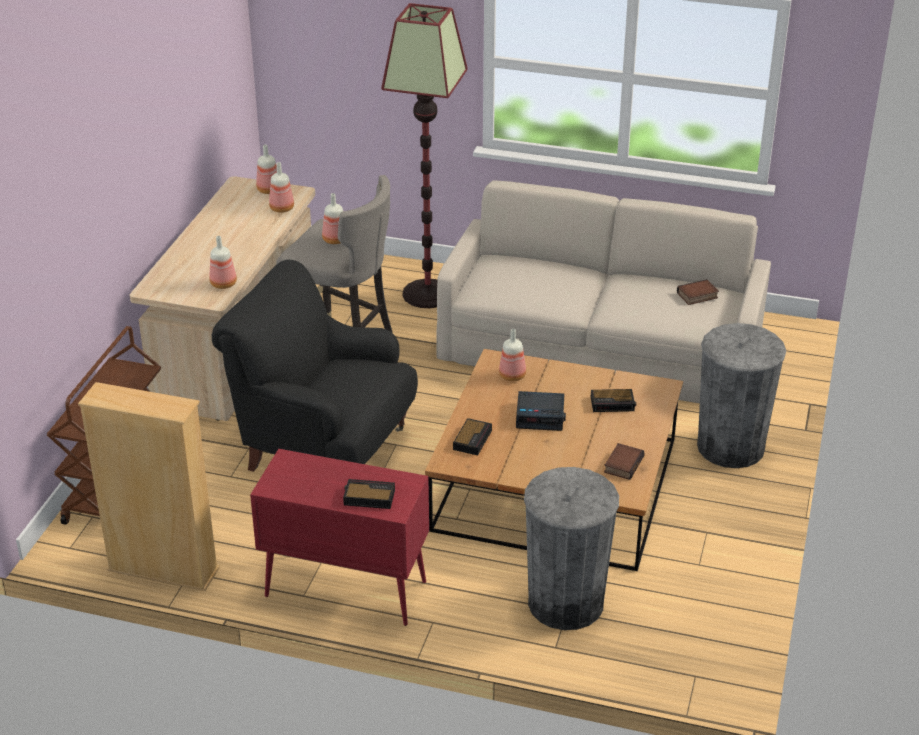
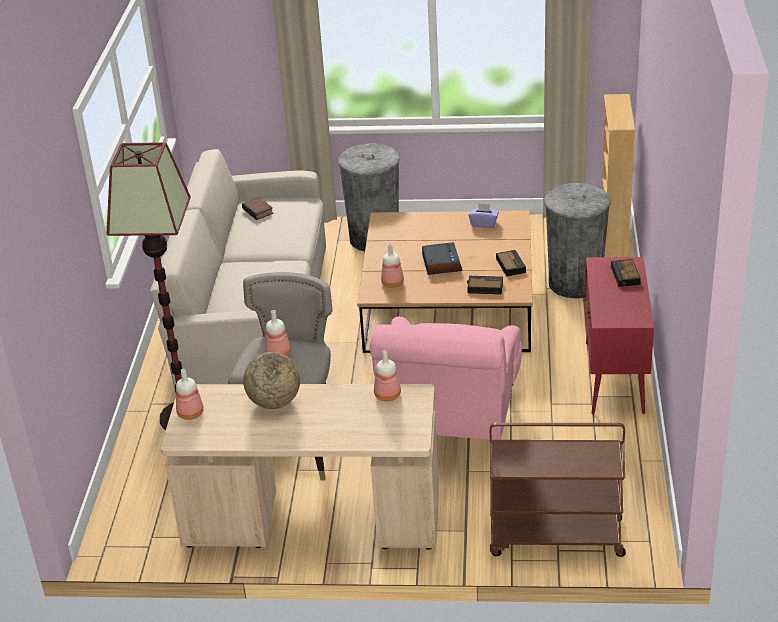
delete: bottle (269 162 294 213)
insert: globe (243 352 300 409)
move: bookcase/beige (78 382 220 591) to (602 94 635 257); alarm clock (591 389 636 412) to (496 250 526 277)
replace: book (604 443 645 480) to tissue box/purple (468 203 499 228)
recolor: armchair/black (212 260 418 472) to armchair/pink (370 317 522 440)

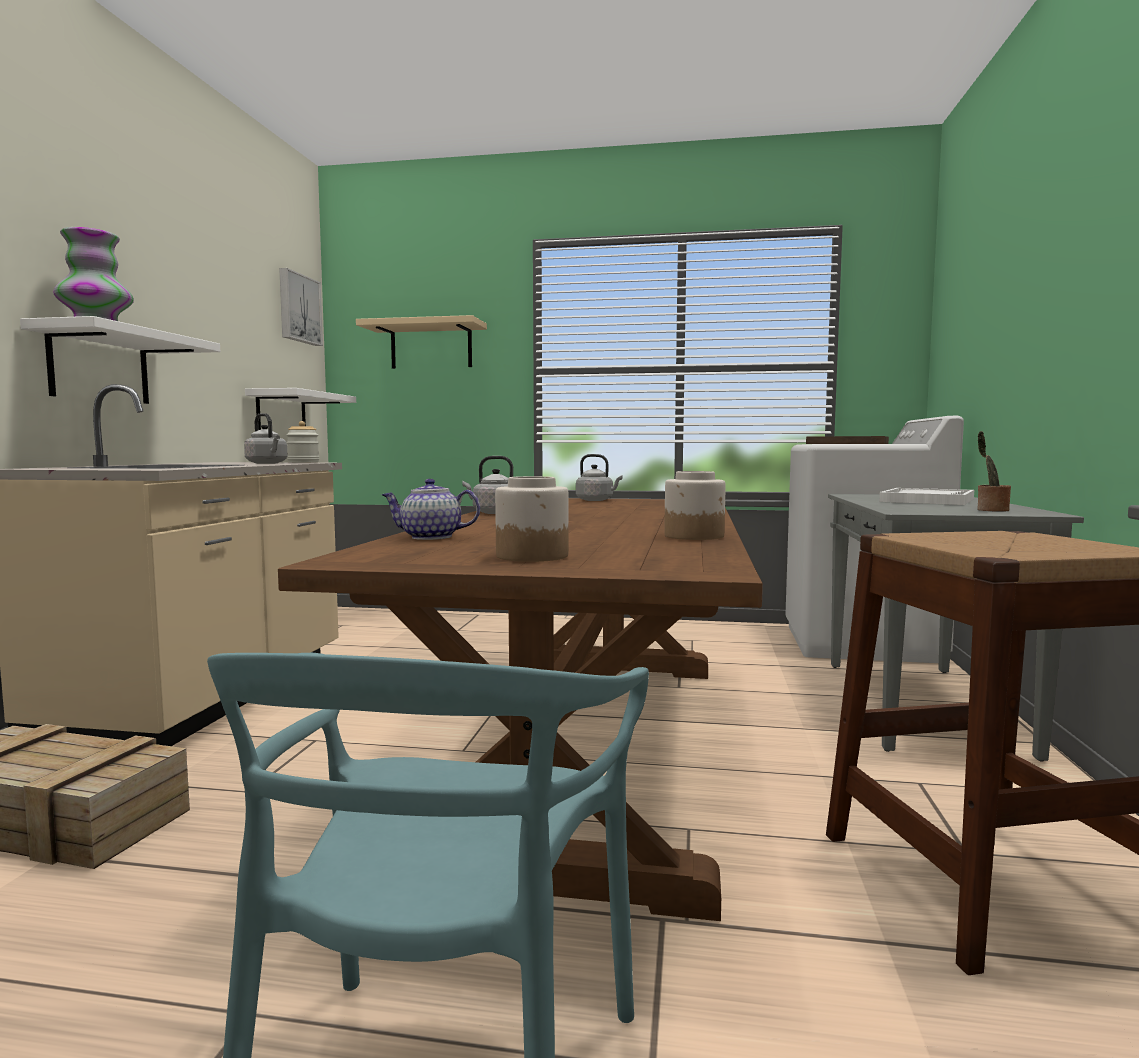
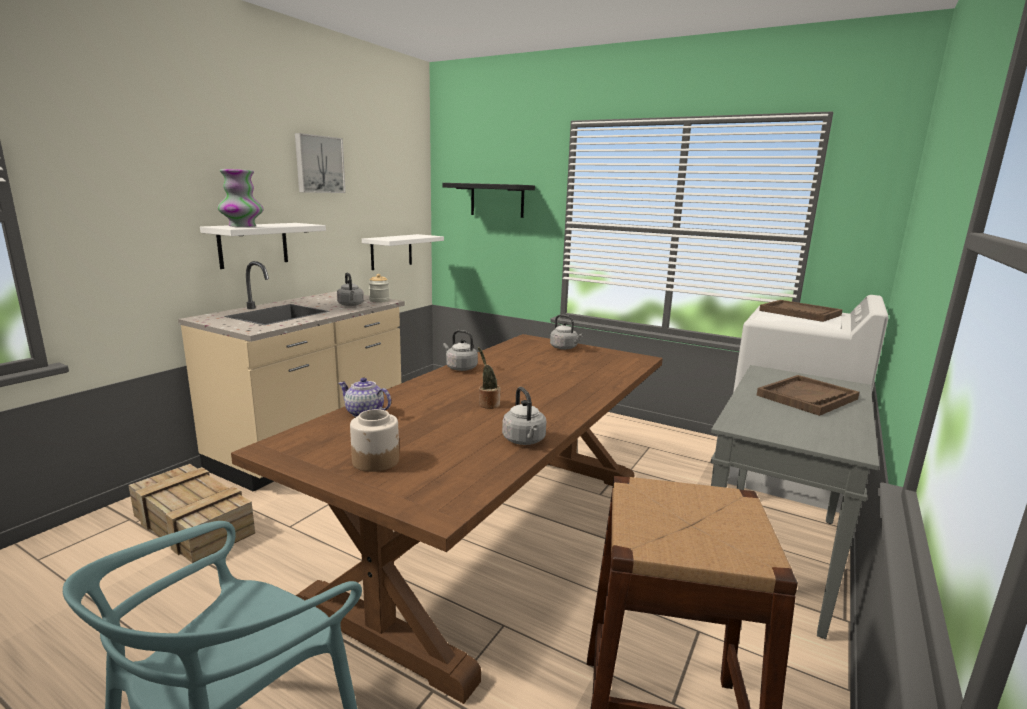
move: picture (279 268 323 346) to (295 133 346 193); potted plant (977 431 1011 512) to (478 347 501 409)
replace: jar (664 471 726 540) to kettle/grey (502 387 546 445)
recolor: shelf/beige (356 315 487 369) to shelf/black (443 183 535 218); tray/white (879 488 974 505) to tray/brown (757 375 860 416)

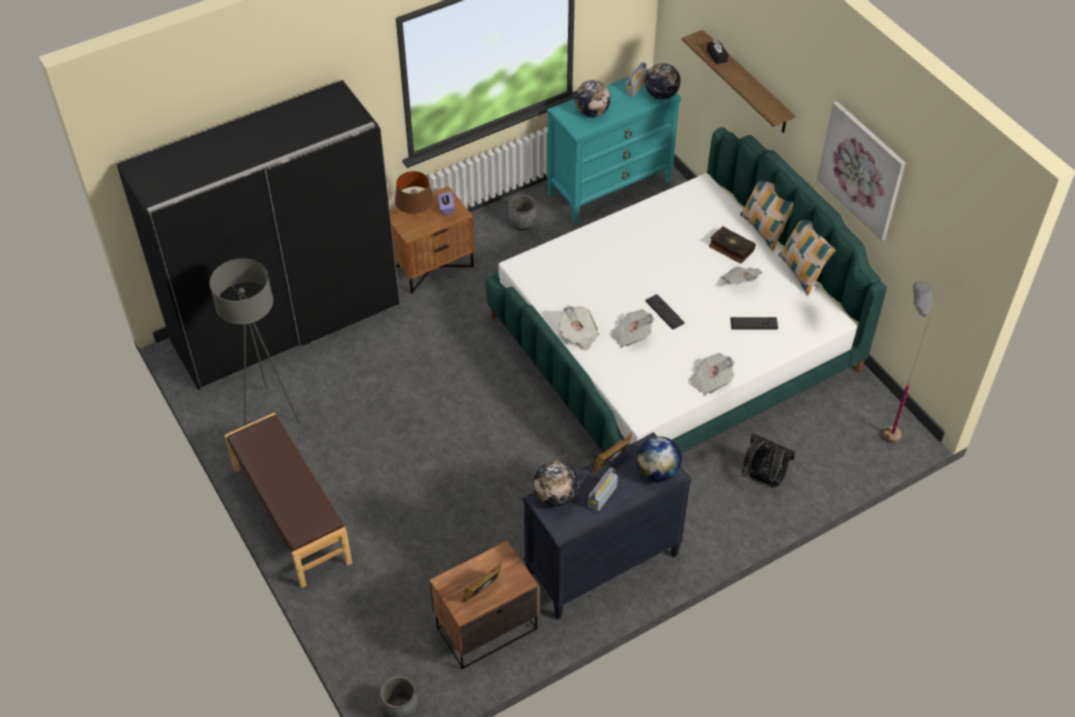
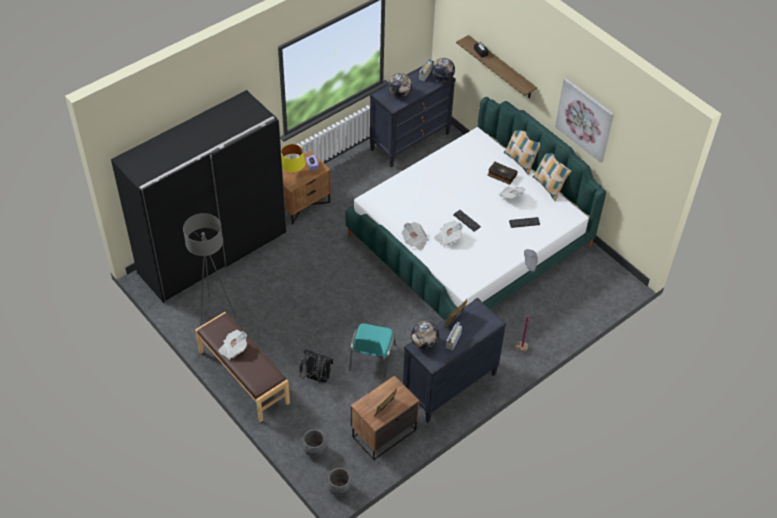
delete: globe (637 436 682 482)
insert: chair/turquoise (349 323 396 377)
move: planter/grey (508 194 536 231) to (303 429 326 457); newspaper (688 353 735 395) to (218 330 247 360); backpack/black (742 433 795 488) to (299 349 334 384); floor lamp/grey (884 281 934 442) to (516 249 538 352)
recolor: table lamp/brown (395 171 434 217) to table lamp/yellow (281 144 306 175); dresser/turquoise (547 69 681 224) to dresser/black (369 60 456 168)

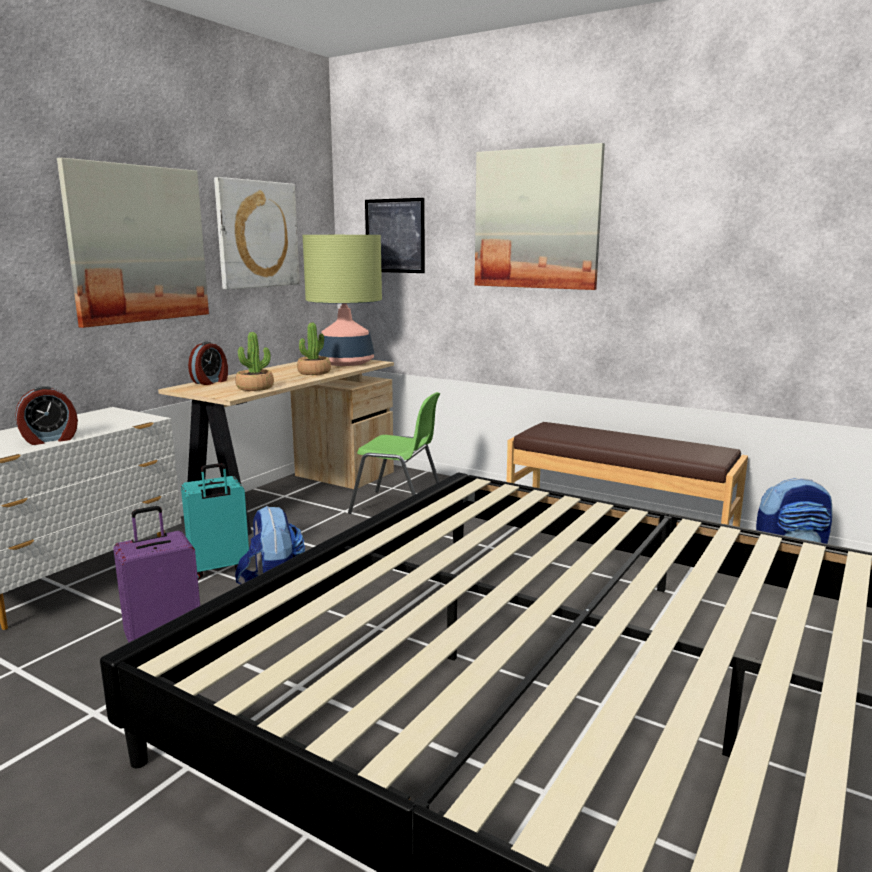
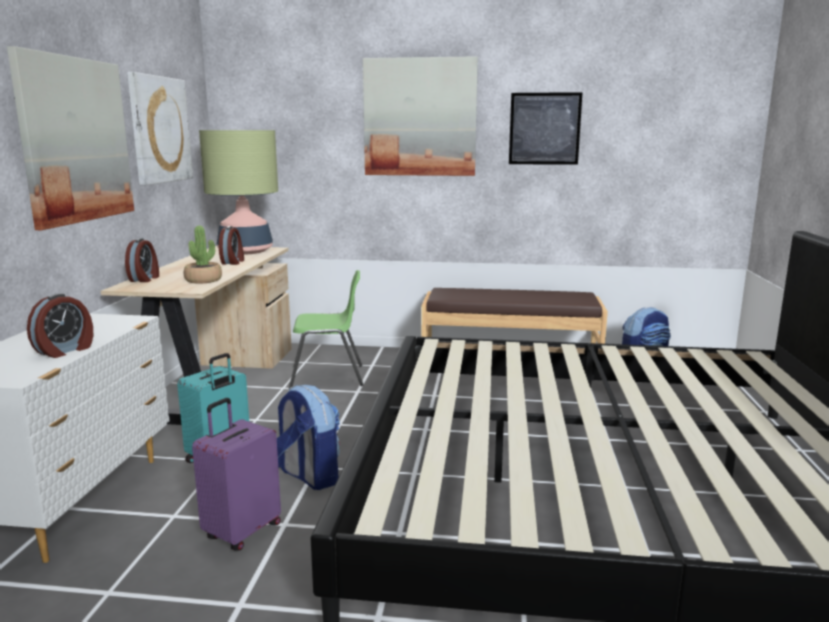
move: picture (365 198 425 273) to (509 92 582 165)
replace: potted plant (297 323 331 375) to alarm clock (219 226 244 265)

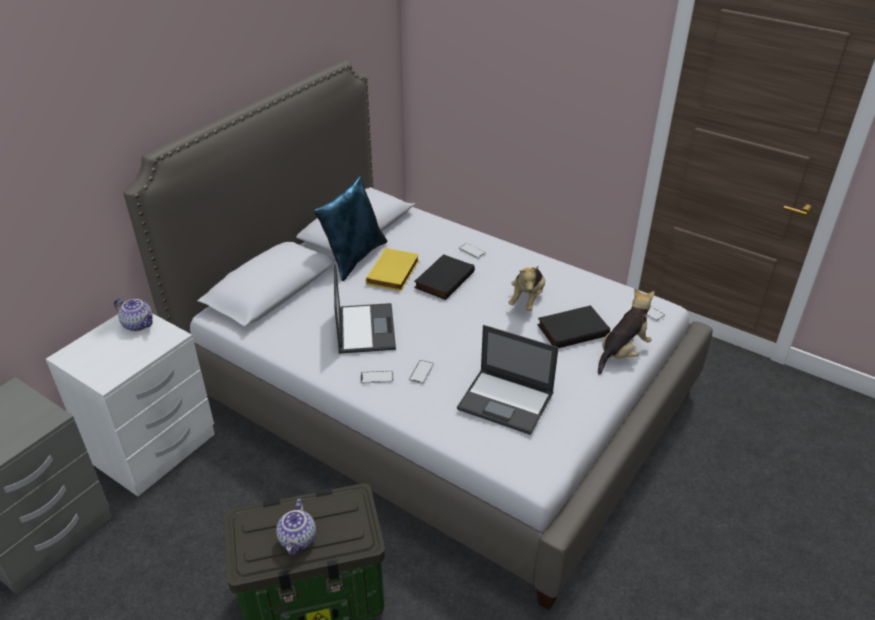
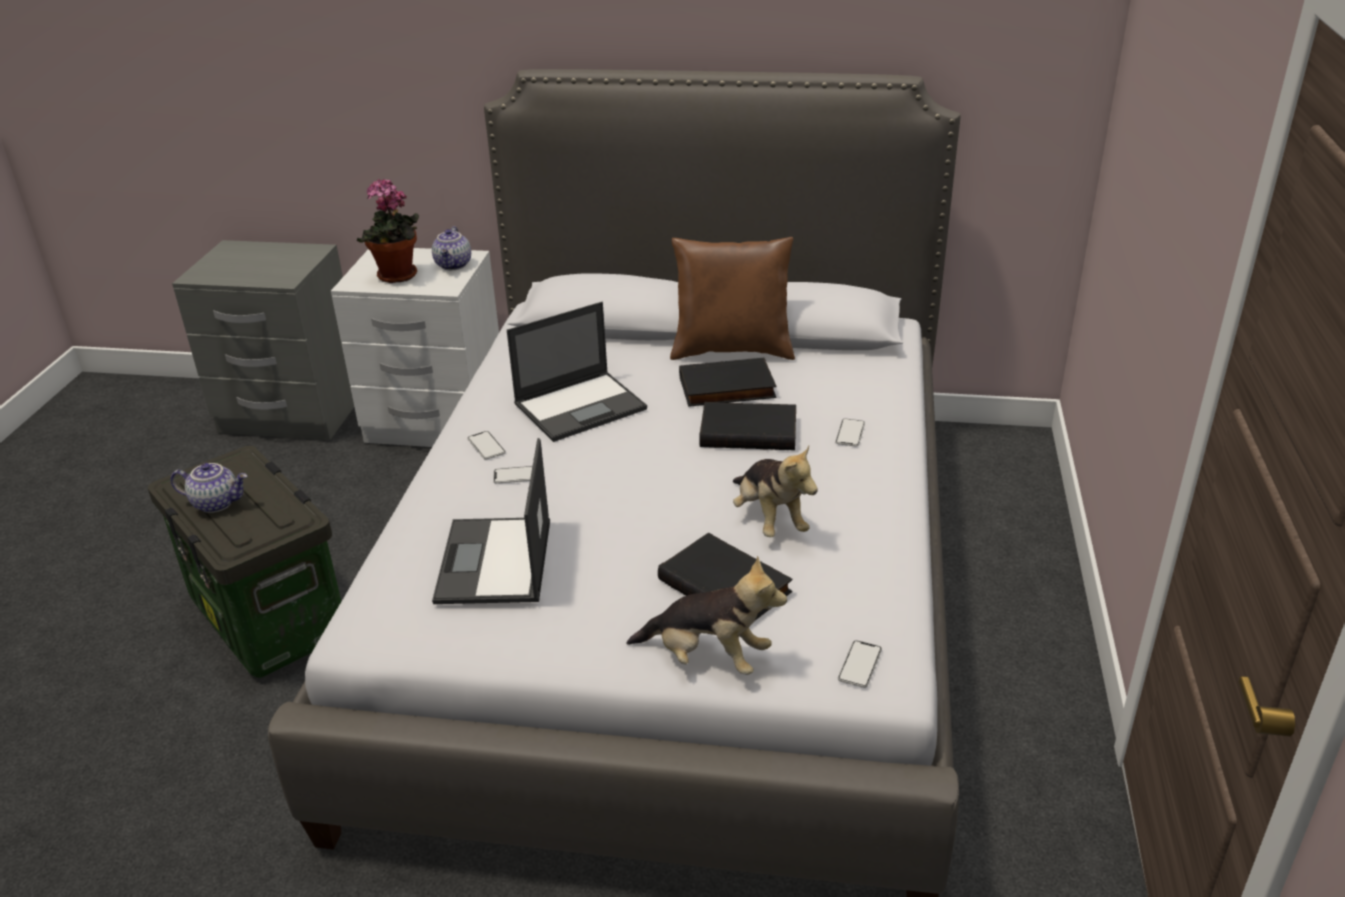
insert: potted plant (357 179 419 283)
recolor: pillow/blue (314 176 388 281) to pillow/brown (670 237 795 360); book/yellow (366 248 419 291) to book/black (679 358 777 407)
rotate: teapot (276 499 316 555) = (171 463 247 513) 150 degrees counterclockwise; plush toy (508 266 545 311) = (733 446 818 537) 105 degrees counterclockwise

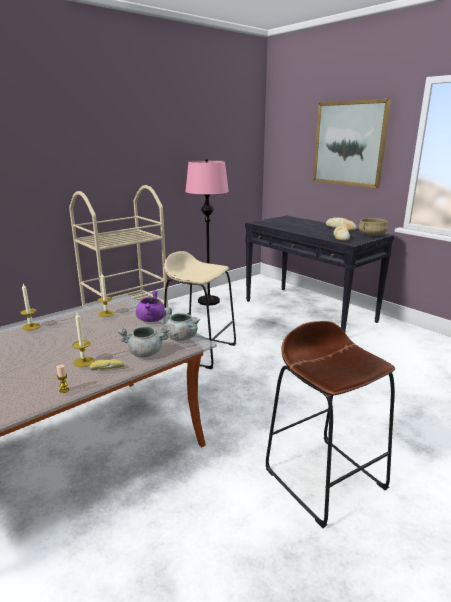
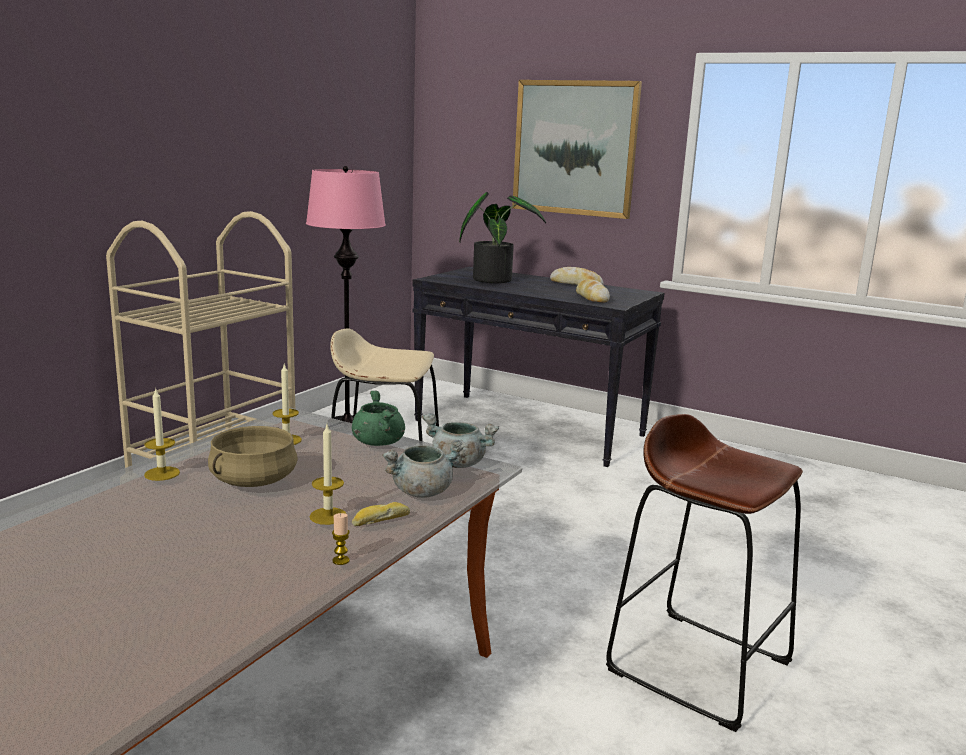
insert: potted plant (459 192 546 283)
move: cooking pot/beige (358 218 388 236) to (208 426 298 487)
recolor: cooking pot/purple (136 290 166 322) to cooking pot/green (352 391 405 446)

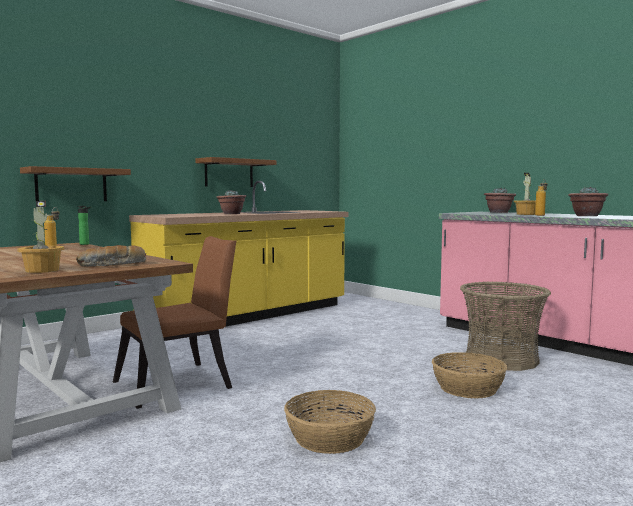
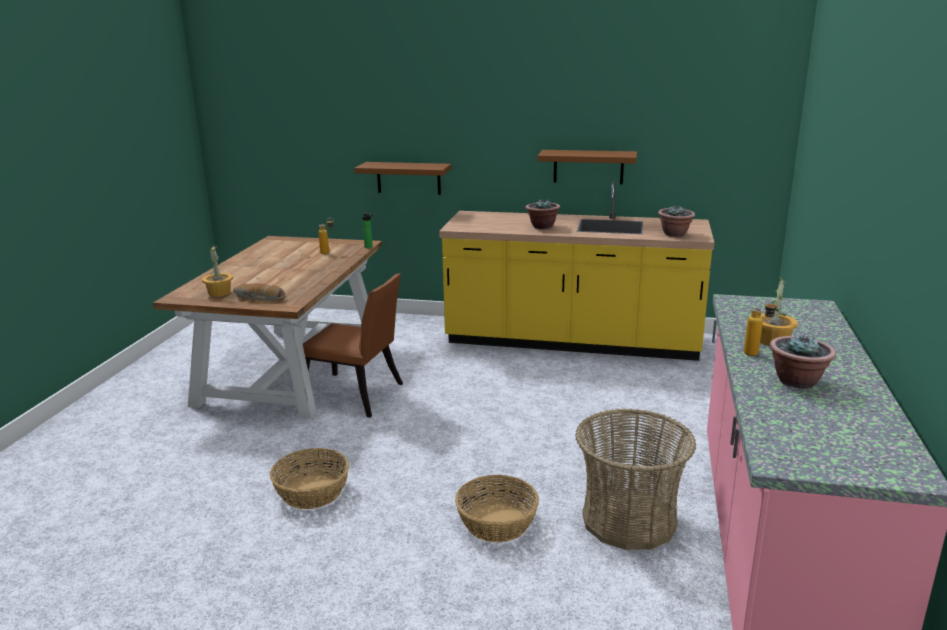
move: potted plant (484 188 516 213) to (658 205 695 237)

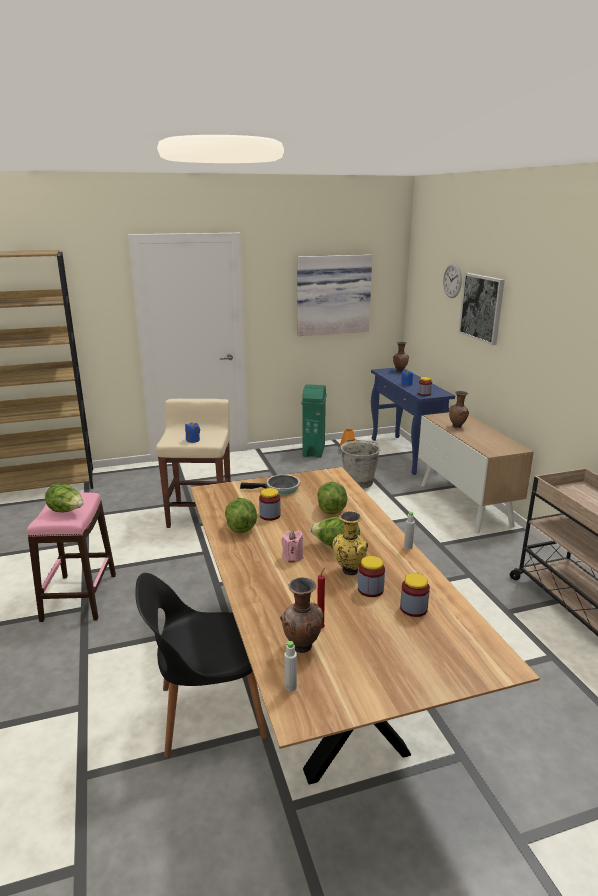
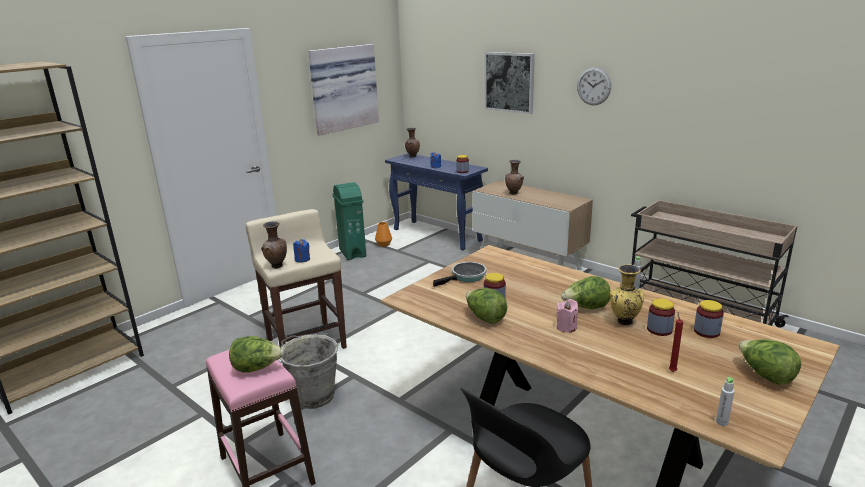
move: vase/brown (280 577 323 653) to (261 221 287 268); lettuce (317 482 347 515) to (739 339 801 385); bucket/grey (339 439 381 489) to (278 333 338 409); wall clock (443 263 462 298) to (577 67 611 105)

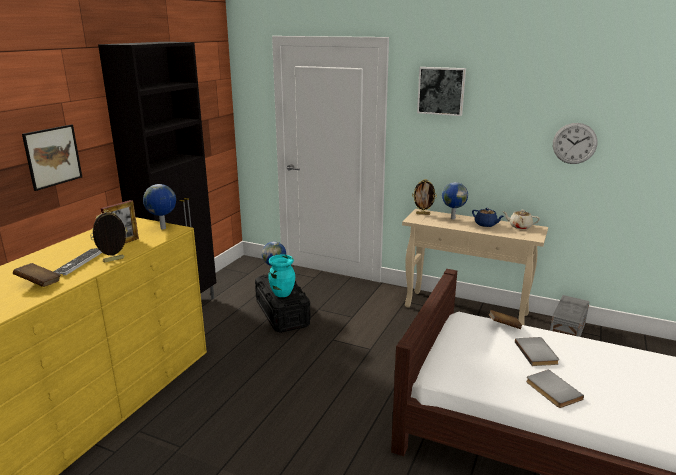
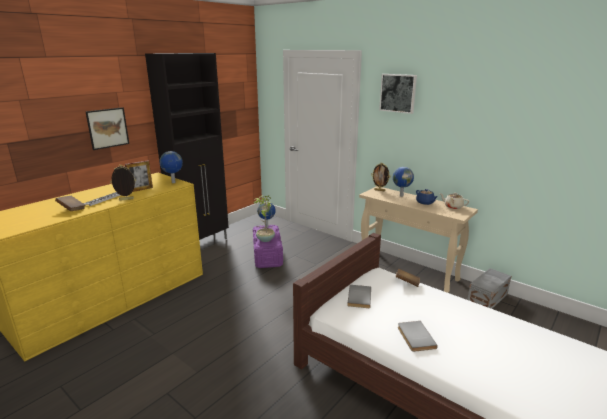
delete: wall clock (553 123 598 164)
move: book/grey (515 337 559 366) to (347 285 371 308)
replace: vase/turquoise (268 254 295 297) to potted plant (254 195 275 242)
recolor: storage box/black (255 274 311 333) to storage box/purple (253 225 283 268)

